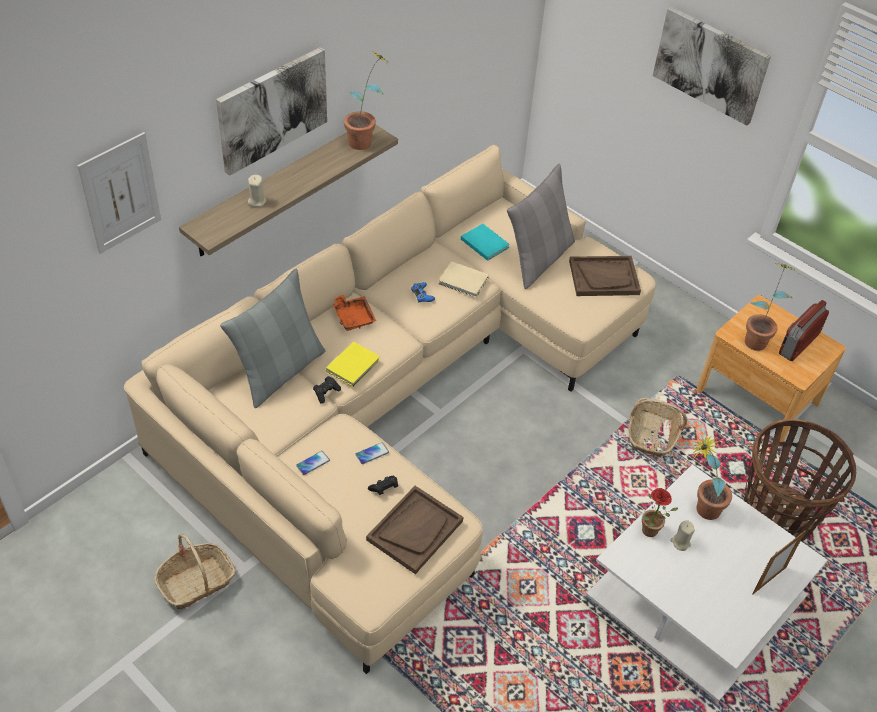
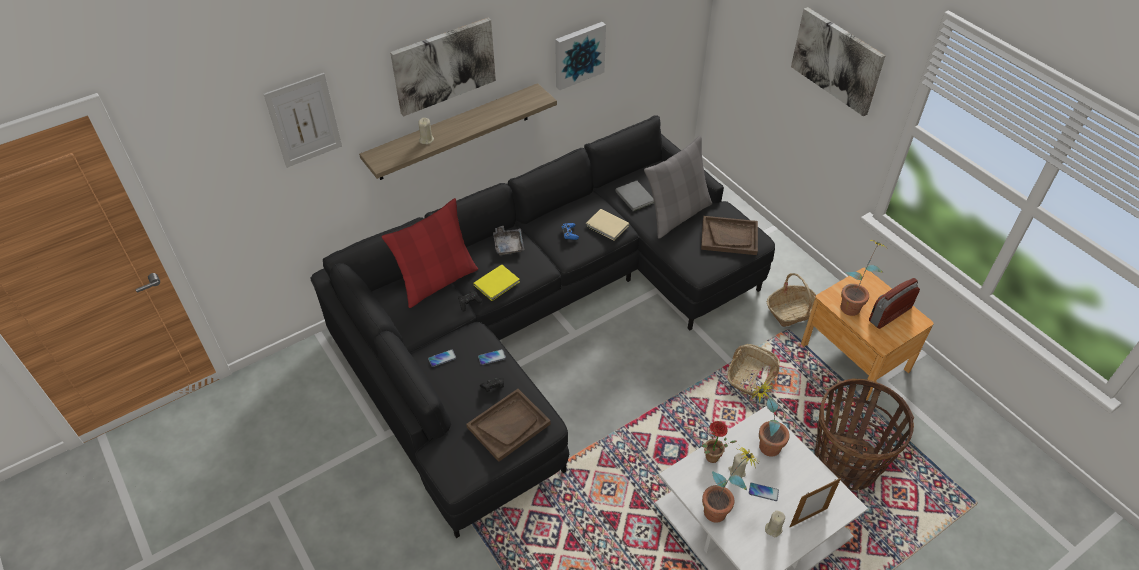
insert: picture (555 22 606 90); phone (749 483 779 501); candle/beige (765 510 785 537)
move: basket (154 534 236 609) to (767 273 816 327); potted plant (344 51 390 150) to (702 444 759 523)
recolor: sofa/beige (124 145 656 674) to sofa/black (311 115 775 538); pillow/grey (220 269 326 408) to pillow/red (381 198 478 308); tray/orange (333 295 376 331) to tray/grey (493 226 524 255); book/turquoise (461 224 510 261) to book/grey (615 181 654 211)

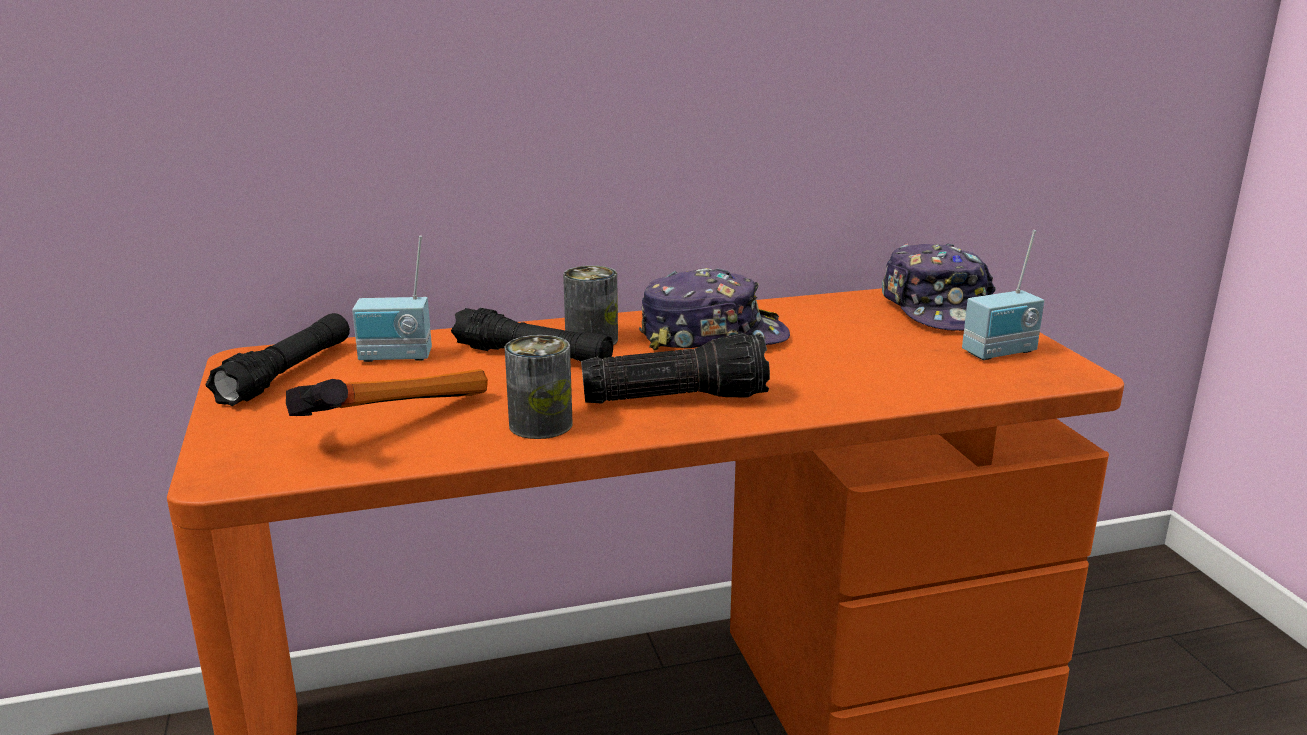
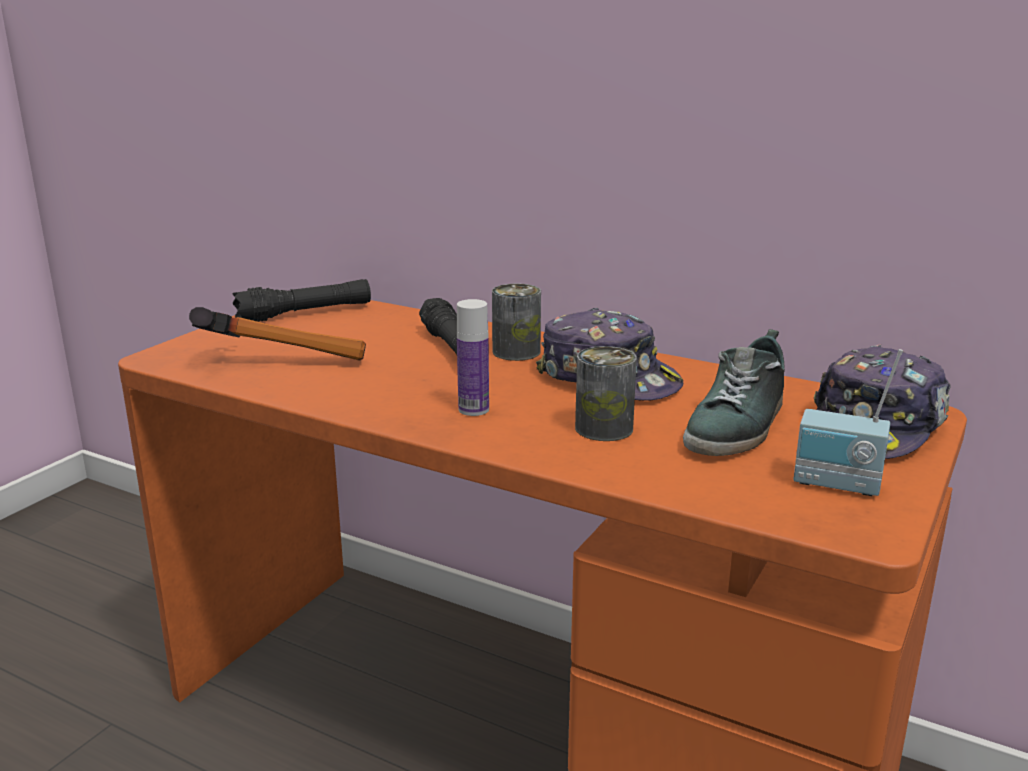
delete: radio (352 236 432 362)
insert: shoe (683 329 785 456)
move: can (505 335 573 439) to (575 346 637 441)
replace: flashlight (581 333 770 403) to bottle (457 299 489 416)

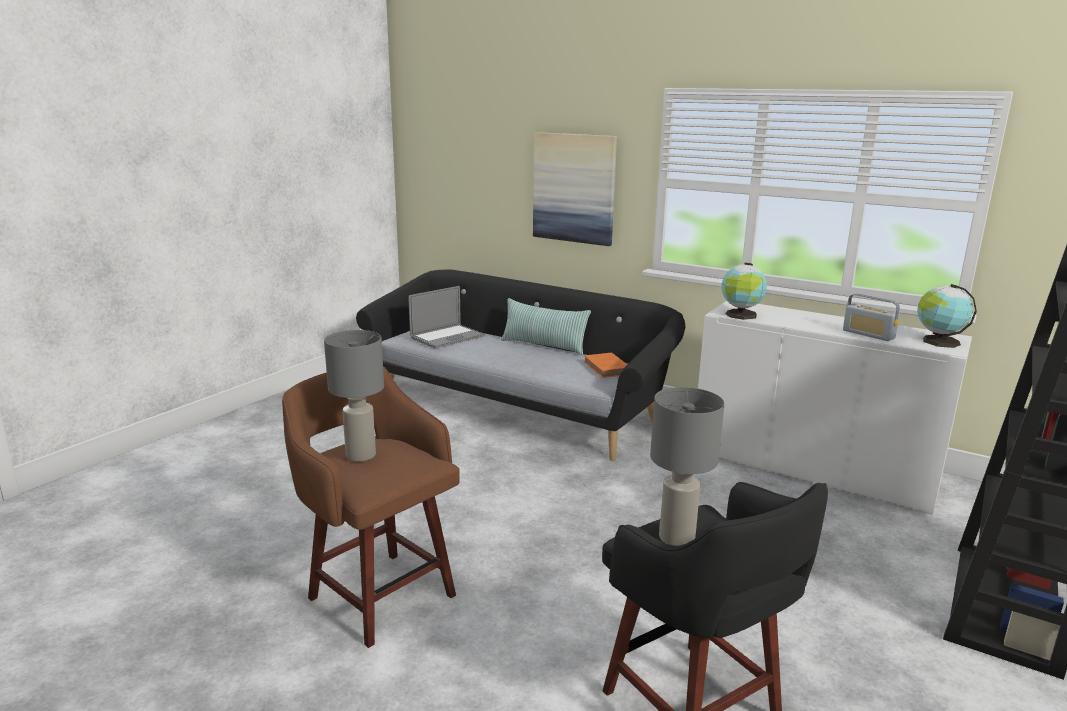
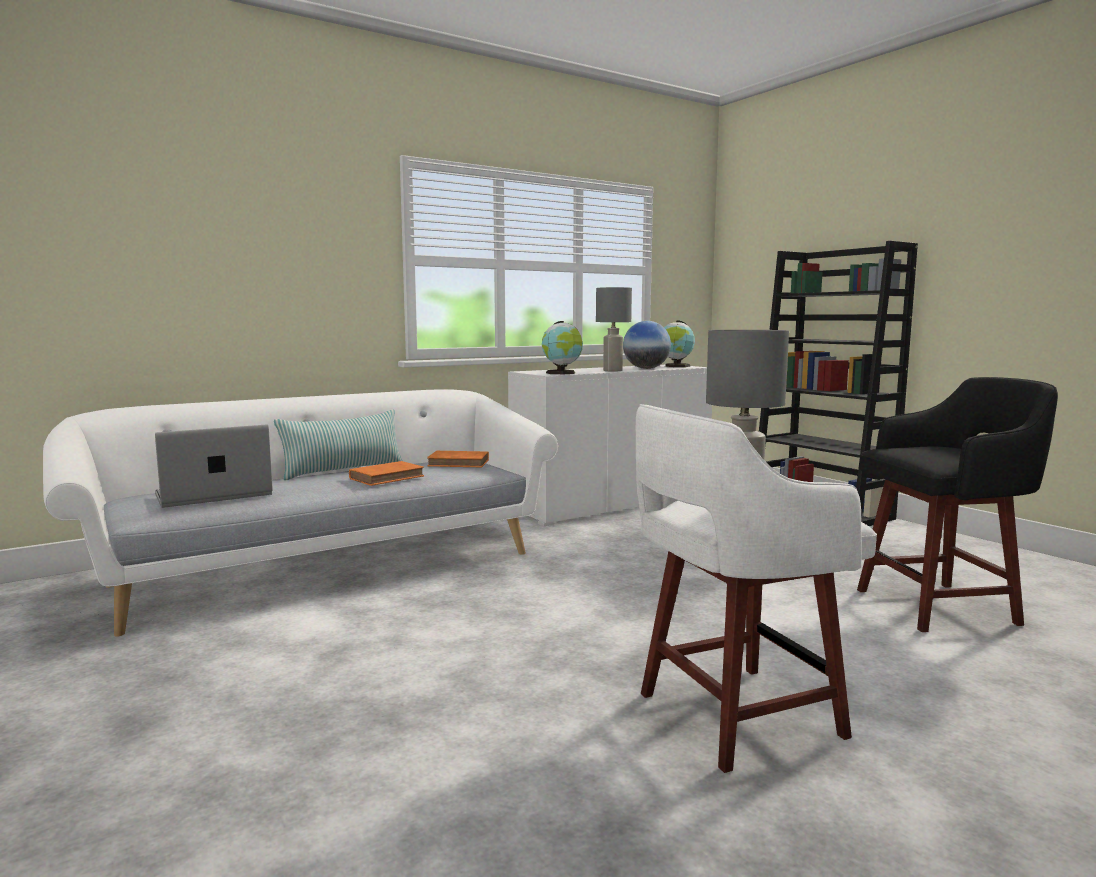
delete: picture (533 132 617 246)
insert: book/orange (349 461 424 486)
move: table lamp/grey (650 387 724 546) to (596 287 632 372)
replace: radio (843 293 900 341) to globe (623 321 671 369)
recolor: stool/brown (282 367 460 648) to stool/white (636 404 877 773); sofa/black (356 269 685 461) to sofa/white (43 389 558 637)
rotate: laptop (408 286 485 348) = (155 424 273 508) 105 degrees counterclockwise

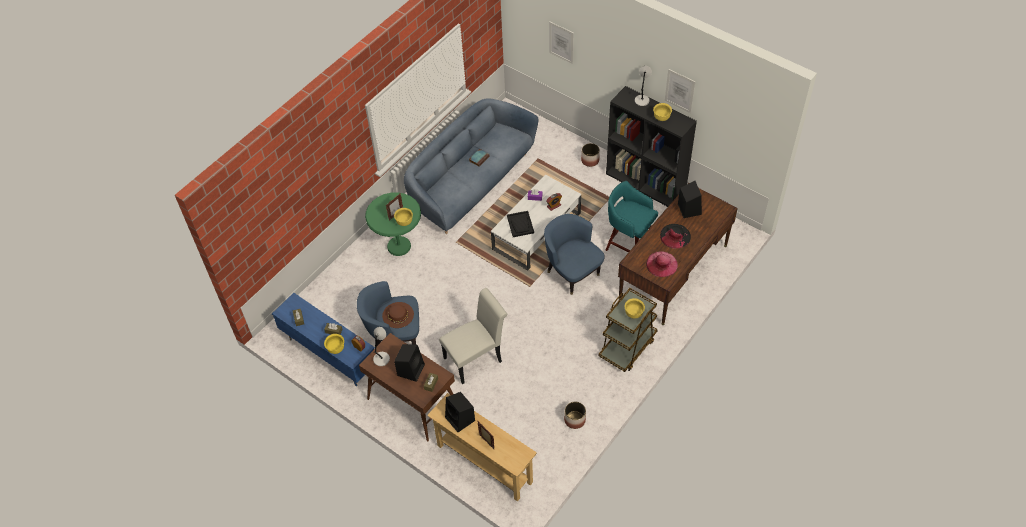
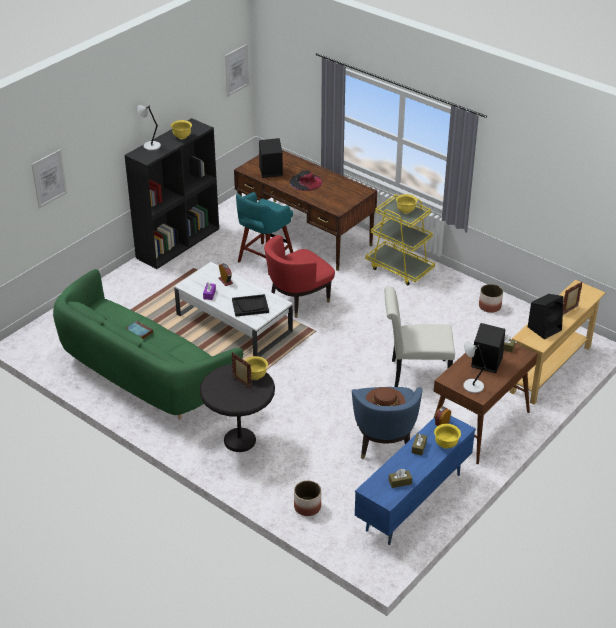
delete: hat/pink (646 251 678 277)
move: planter (581 143 600 167) to (294 481 321 516); picture (665 69 696 113) to (225 44 249 97)
recolor: side table/green (365 192 421 256) to side table/black (200 364 275 452); sofa/blue (404 98 539 234) to sofa/green (53 269 243 420); armchair/blue (544 214 605 295) to armchair/red (264 235 335 318); cart/brown (598 288 658 372) to cart/yellow (365 194 435 285)
rotate: chair/white (439 288 507 384) = (384 286 455 387) 60 degrees counterclockwise

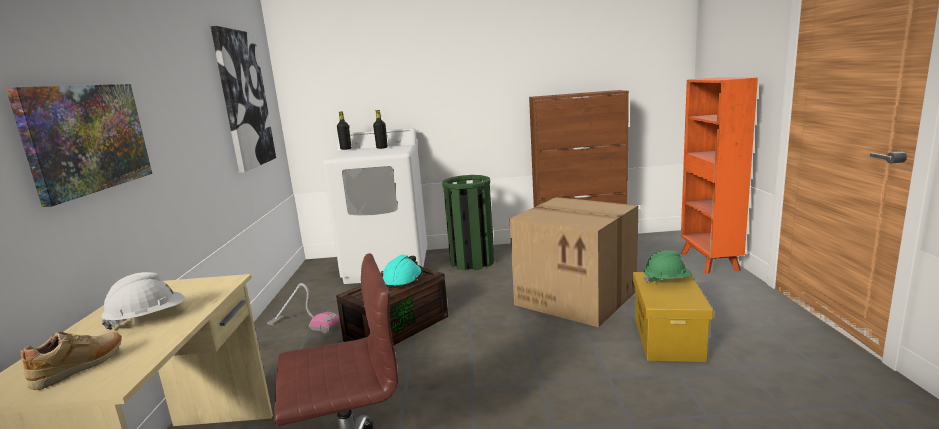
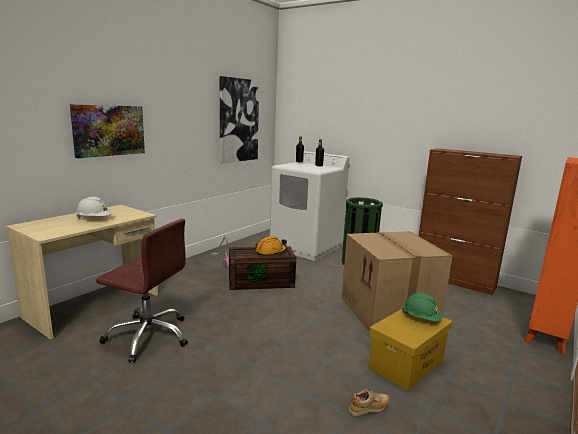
move: shoe/beige (20 331 122 390) to (349 389 390 417)
recolor: hard hat/turquoise (381 255 423 288) to hard hat/orange (256 236 287 255)

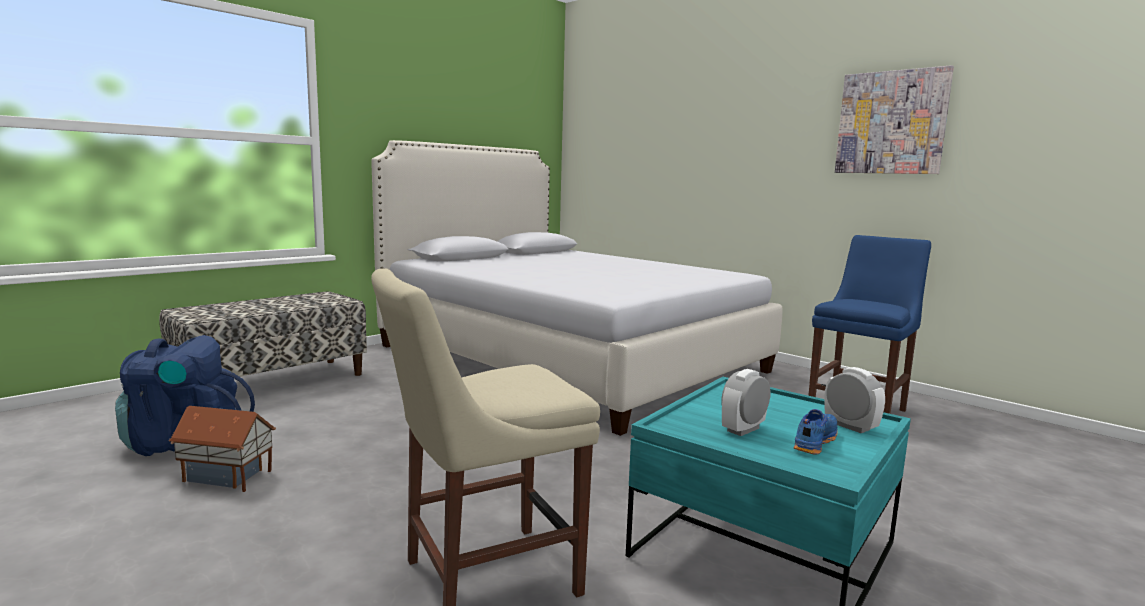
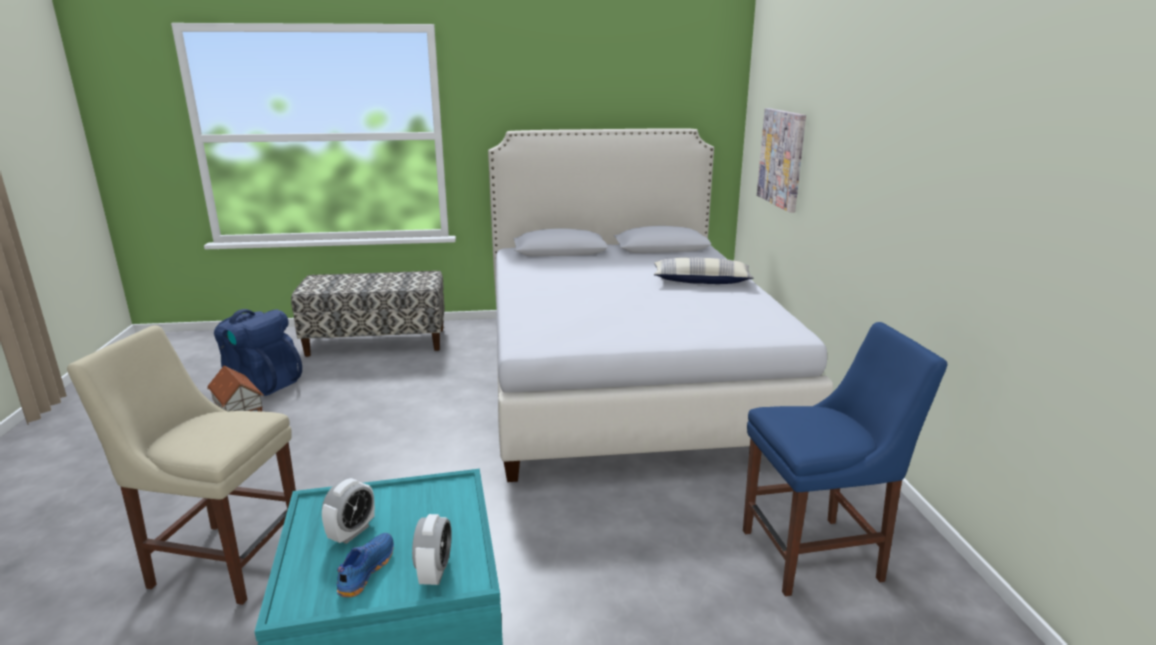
insert: pillow (653 258 754 284)
move: picture (835 65 954 174) to (757 108 806 213)
rotate: alarm clock (721 369 771 436) = (322 478 375 544) 120 degrees clockwise; shoe/blue (793 409 838 455) = (336 533 394 597) 60 degrees counterclockwise

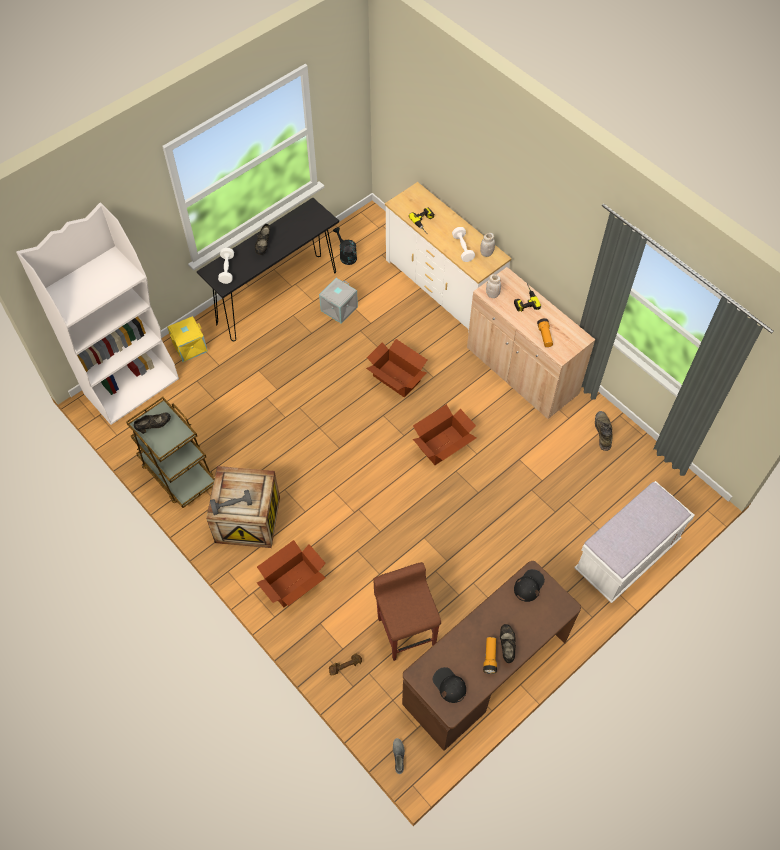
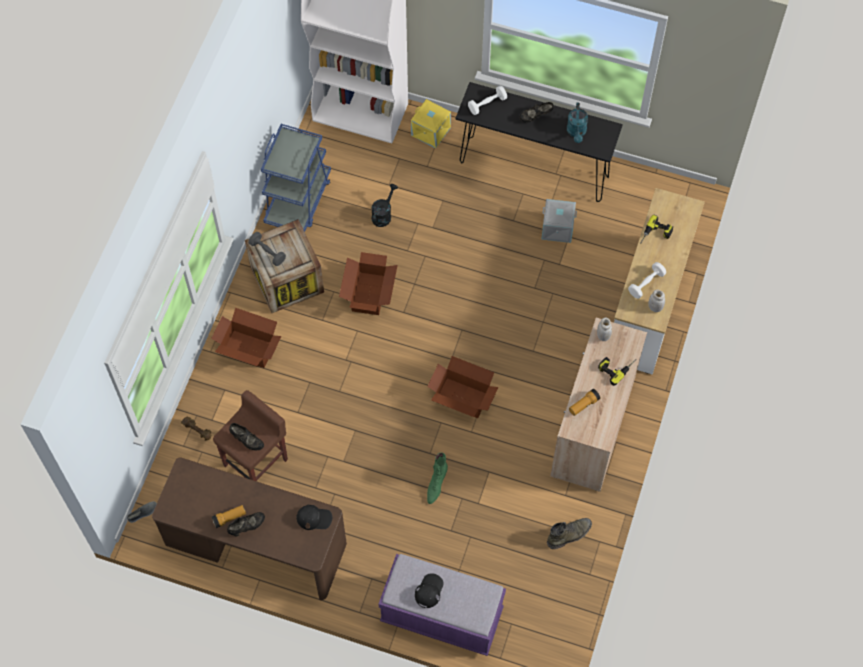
insert: boot/green (427 453 448 504); watering can/turquoise (567 103 588 143)
move: shoe/black (134 413 171 434) to (229 423 264 450); watering can/black (333 227 357 265) to (372 184 398 227); cardboard box (366 339 427 397) to (339 252 398 315); cap/black (433 667 466 703) to (415 573 444 608)
recolor: cart/brown (126 397 214 508) to cart/blue (261 124 331 232); bench/white (574 481 695 603) to bench/purple (378 554 506 656)

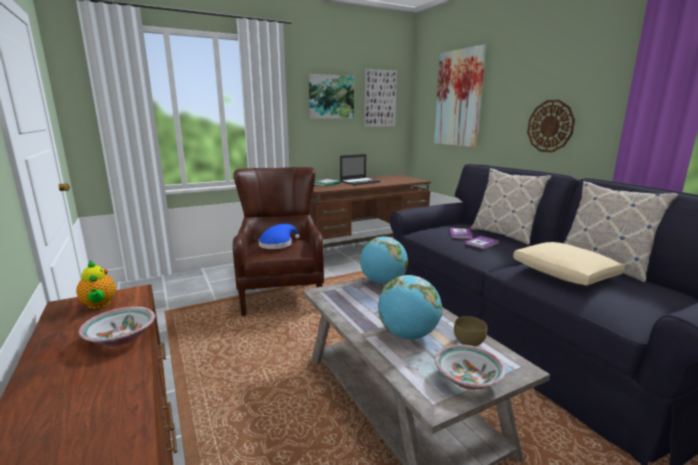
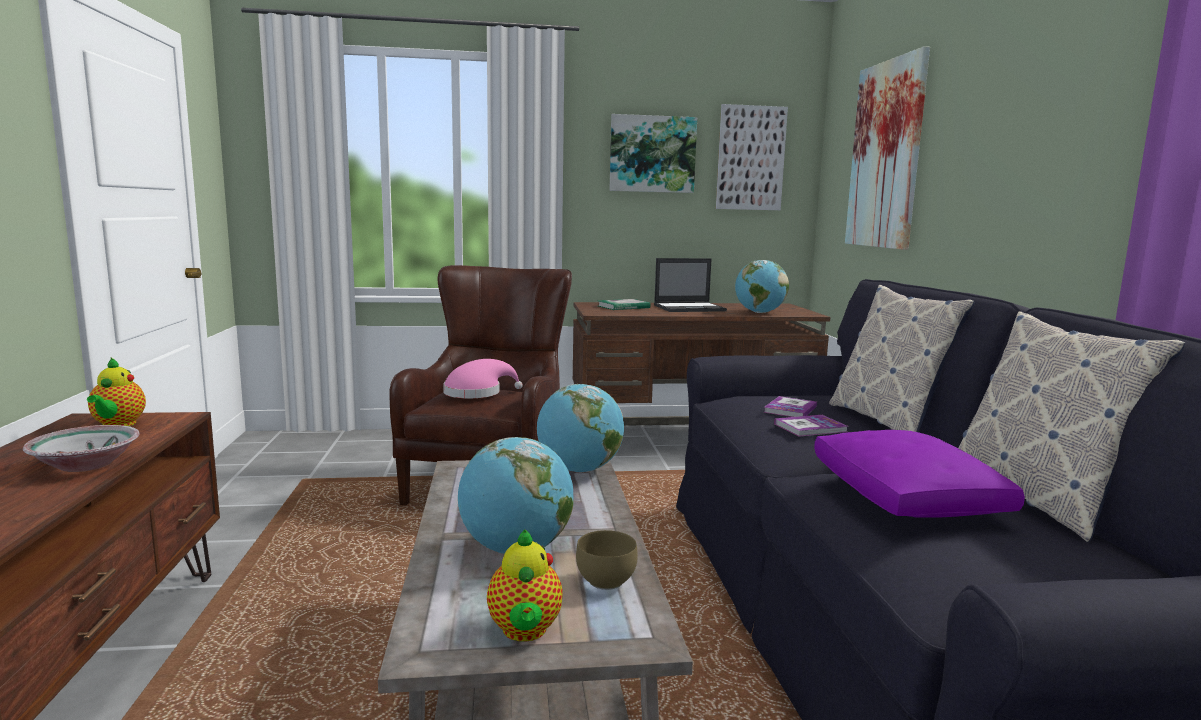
delete: wall clock (527 100 575 153)
insert: globe (735 260 789 313)
replace: bowl (435 345 506 390) to teapot (487 529 563 642)
recolor: hat/blue (259 224 300 249) to hat/pink (443 359 523 398); pillow/beige (513 242 624 286) to pillow/purple (814 430 1025 518)

